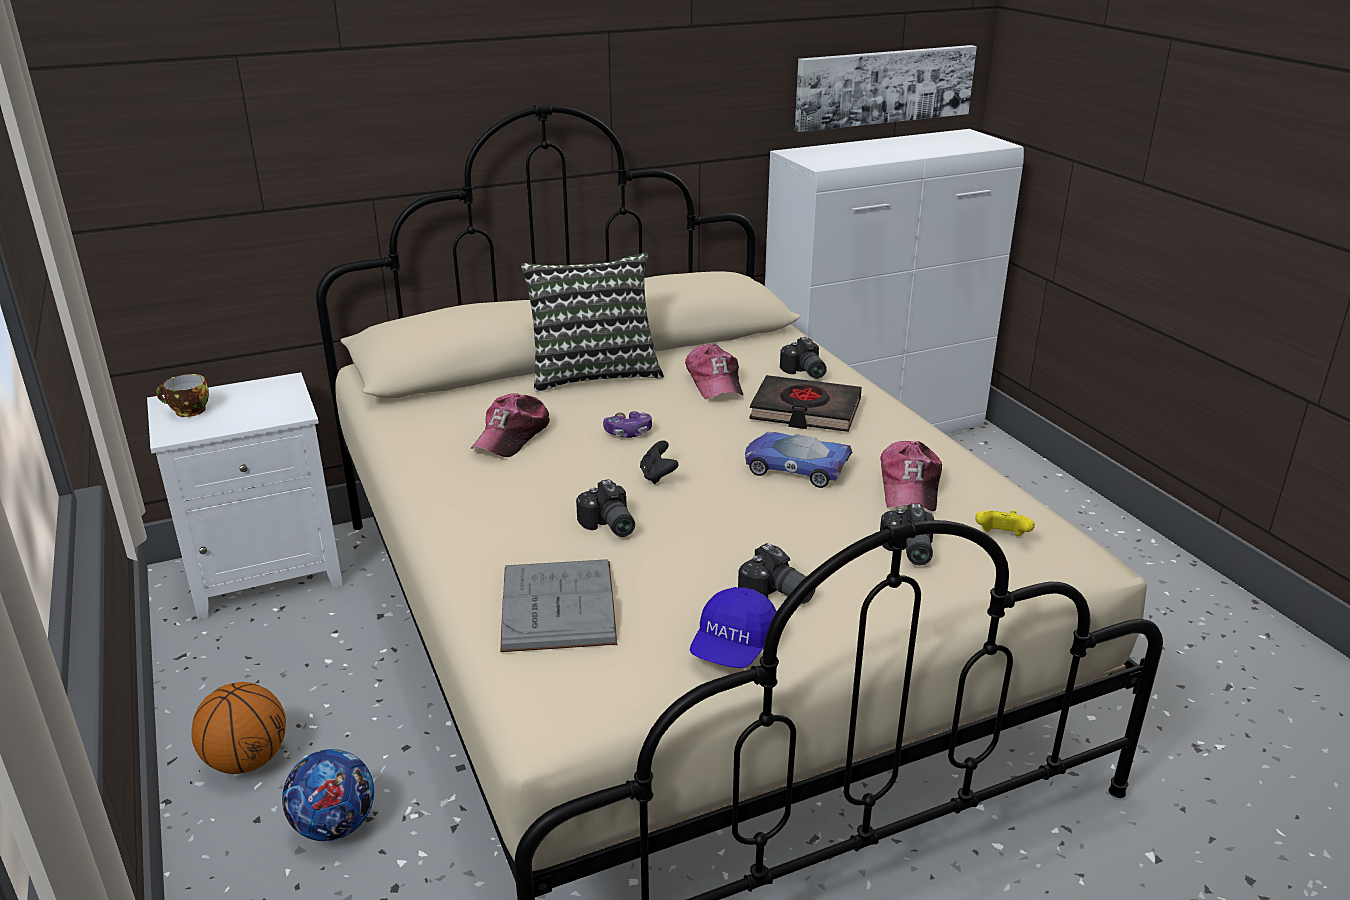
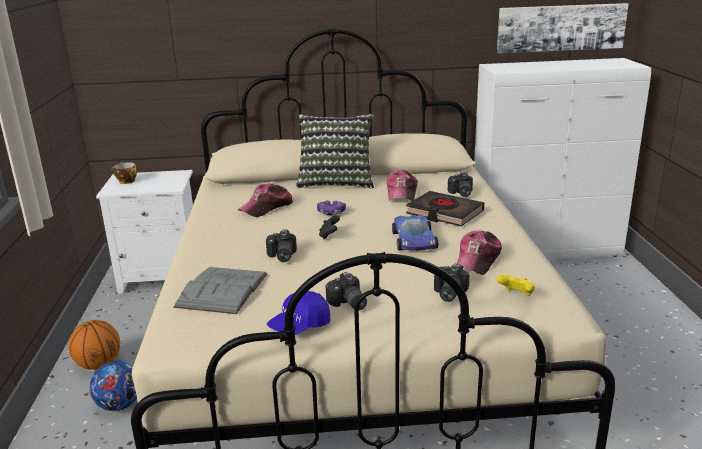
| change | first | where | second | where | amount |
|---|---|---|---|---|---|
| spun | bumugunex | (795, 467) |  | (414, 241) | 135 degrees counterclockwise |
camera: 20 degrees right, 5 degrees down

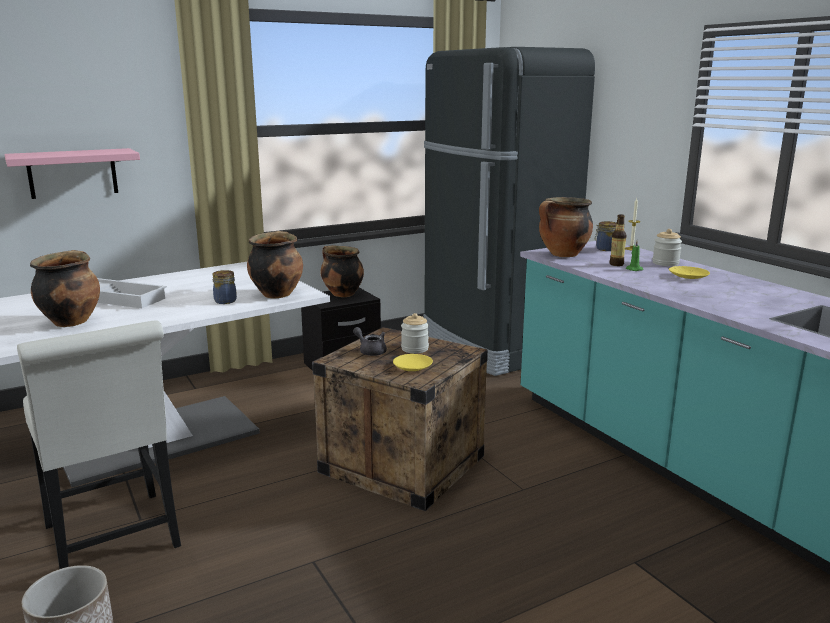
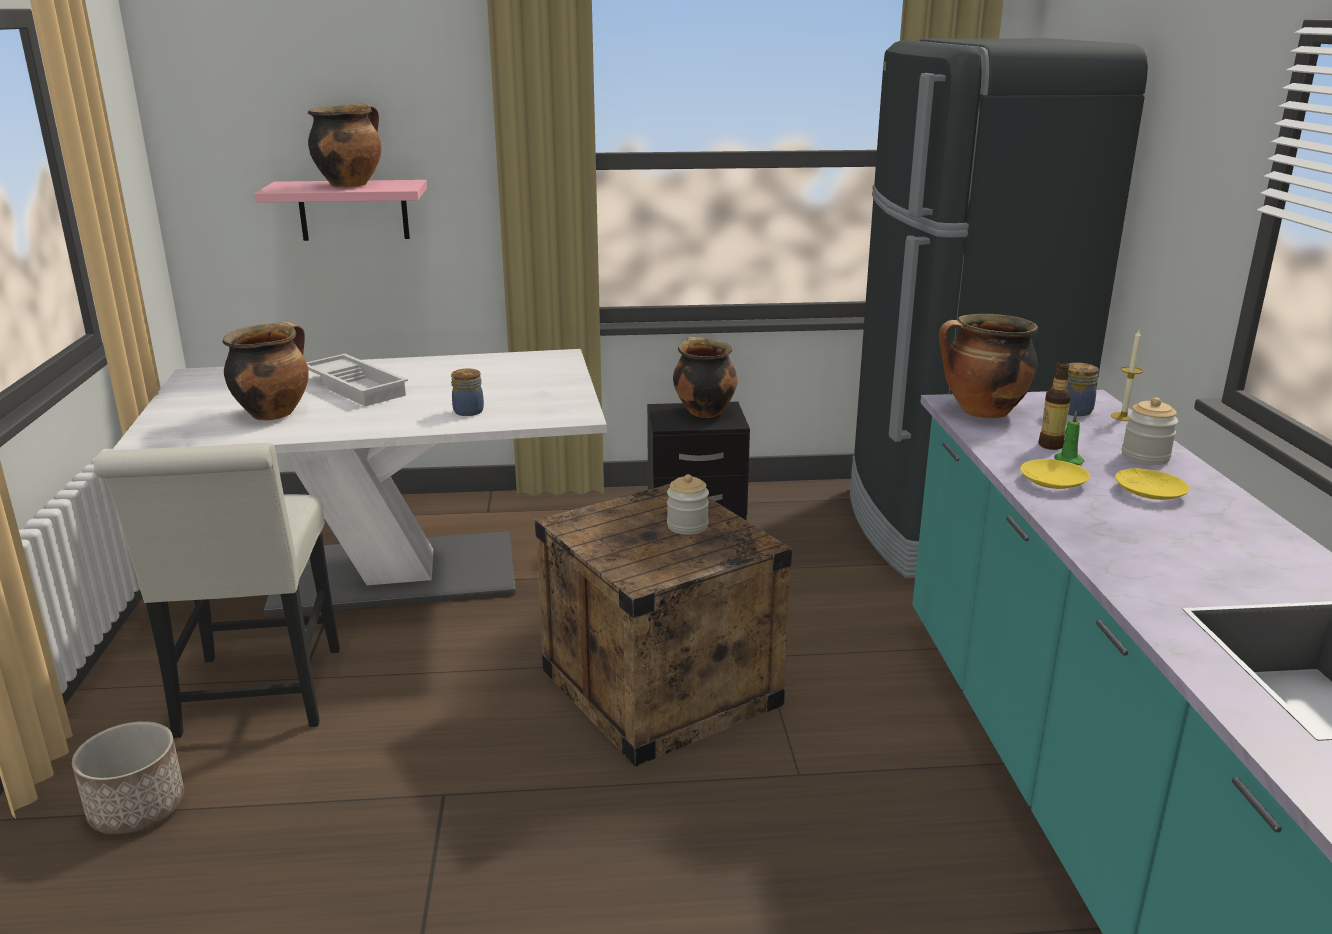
| change | first | where | second | where | amount |
|---|---|---|---|---|---|
| relocated | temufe | (277, 294) |  | (350, 185) |  |
| relocated | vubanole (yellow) | (412, 367) |  | (1052, 482) |  |
| missing | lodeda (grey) | (370, 351) |  |  |  |
camera: 25 degrees right, 5 degrees up

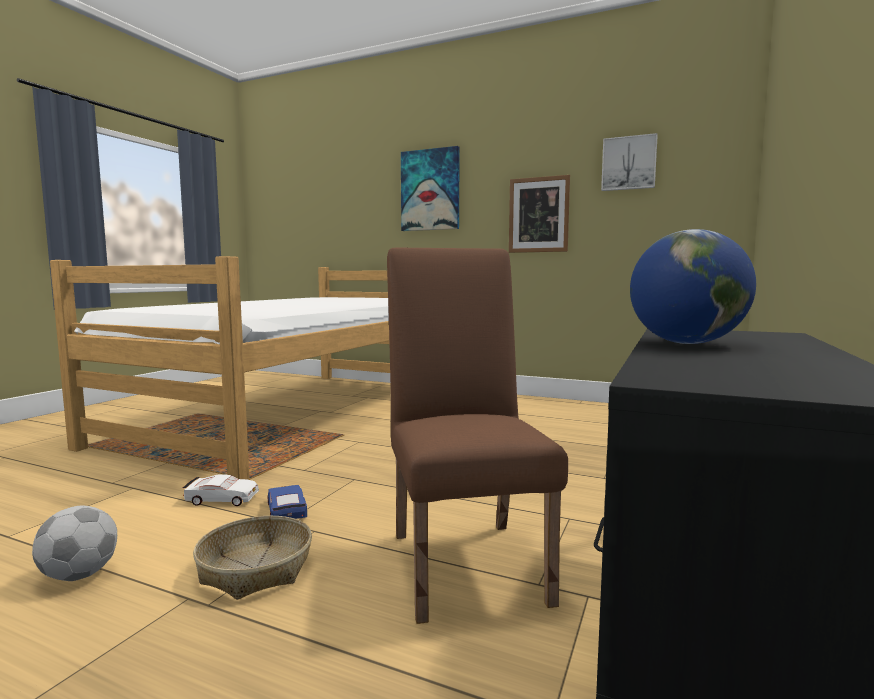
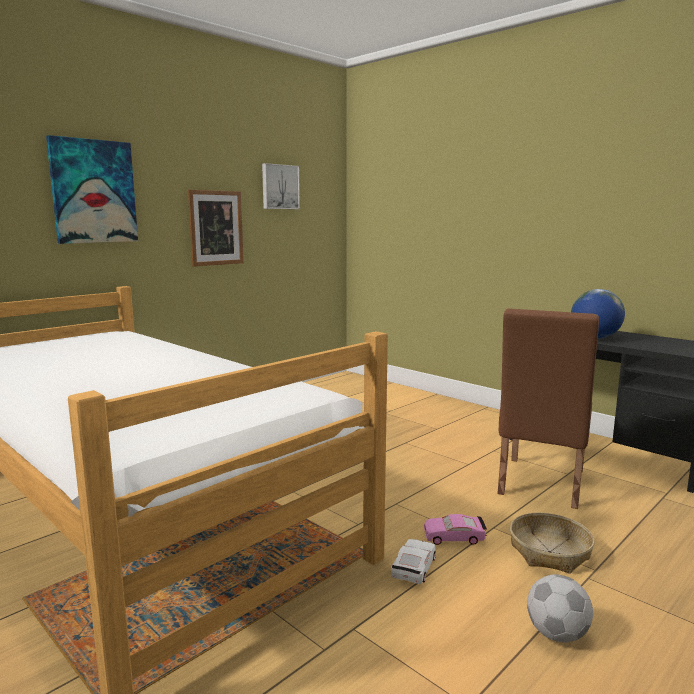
| change | first | where | second | where | amount |
|---|---|---|---|---|---|
| colour | bumugunex (blue) | (286, 511) | bumugunex (pink) | (454, 536) |  |
| spun | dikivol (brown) | (465, 558) |  | (539, 485) | 75 degrees counterclockwise |
camera: 70 degrees left, 5 degrees up

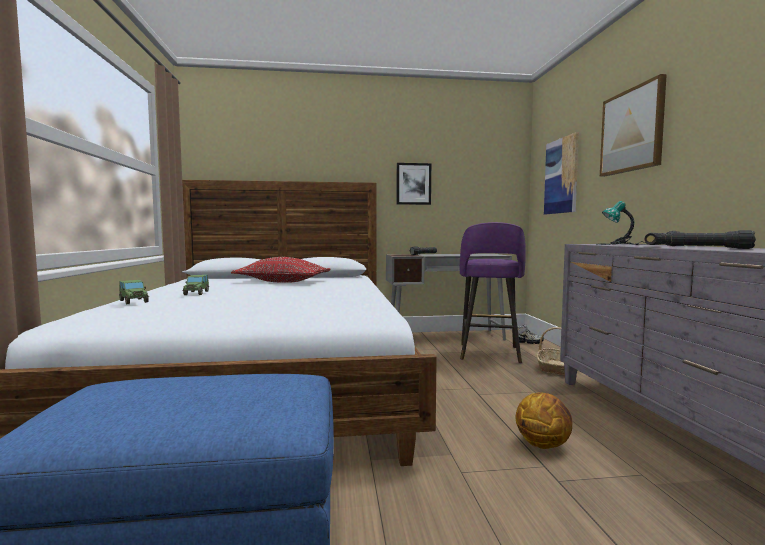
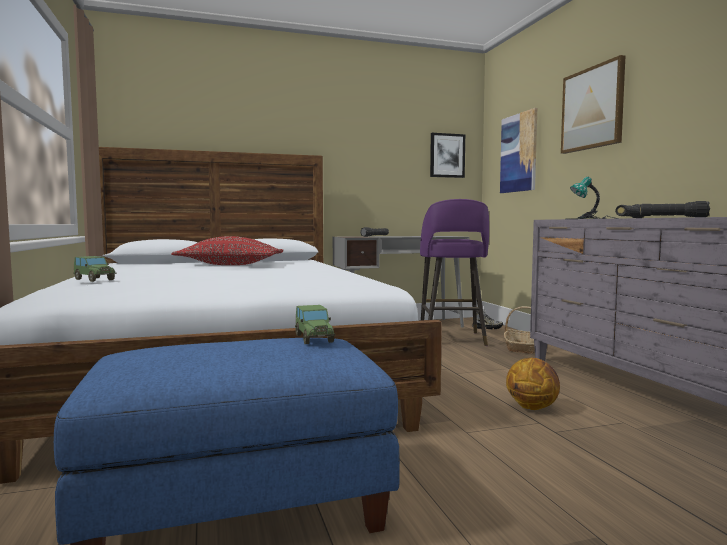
| change | first | where | second | where | amount |
|---|---|---|---|---|---|
| relocated | bumugunex | (196, 293) |  | (313, 338) |  |
| relocated | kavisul | (413, 184) |  | (447, 155) |  |
camera: 10 degrees left, 0 degrees up

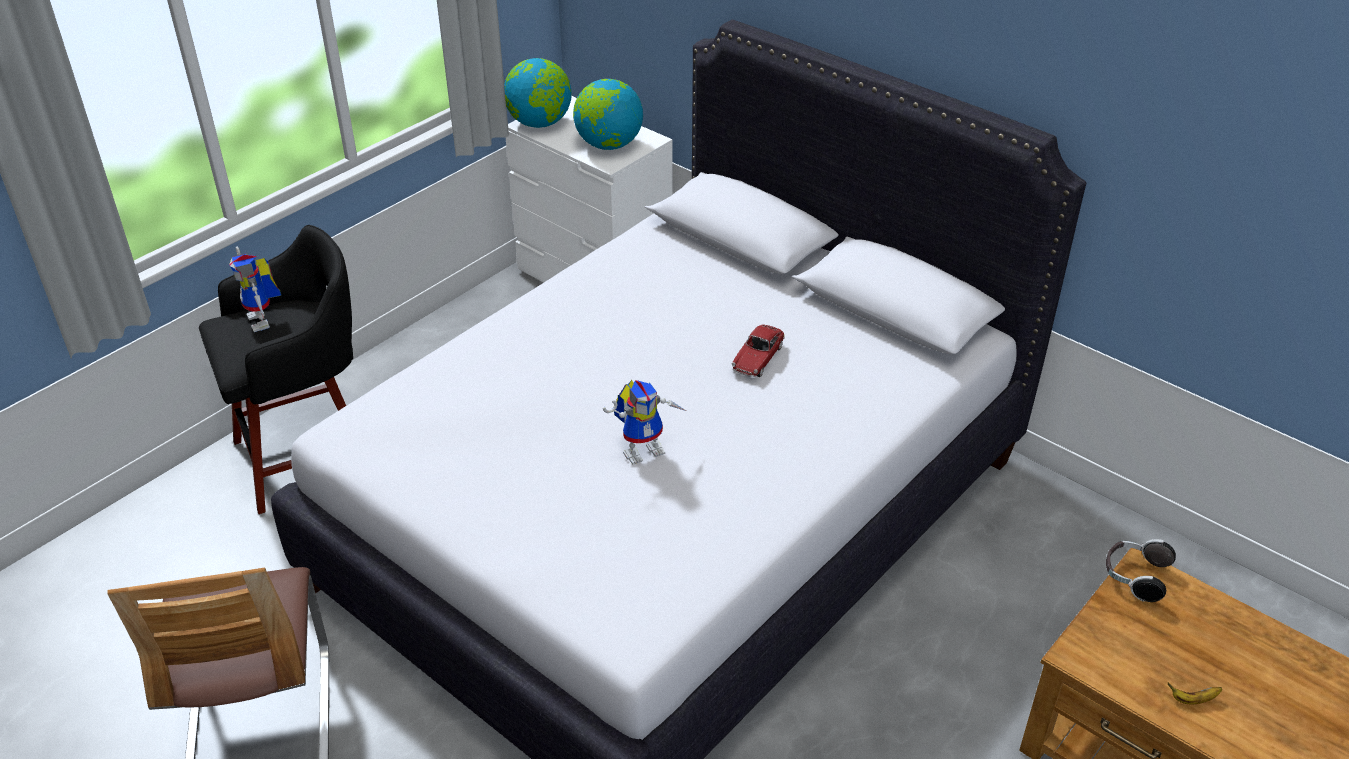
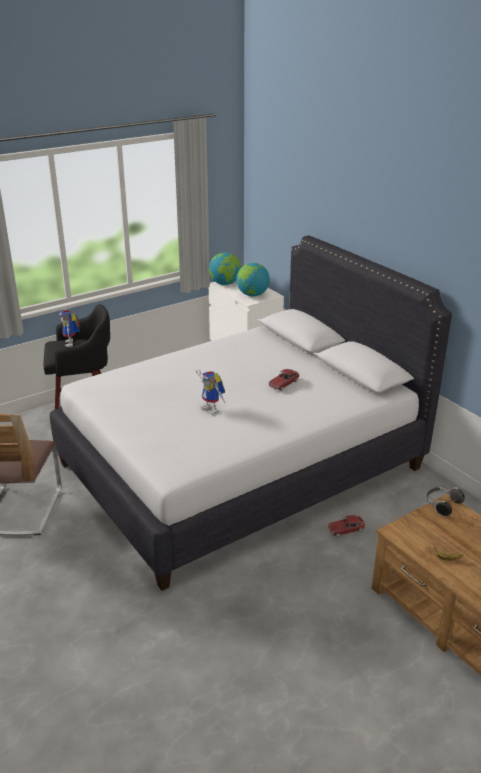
| change | first | where | second | where | amount |
|---|---|---|---|---|---|
| spun | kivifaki | (644, 448) |  | (213, 409) | 60 degrees clockwise |
| appeared |  |  | bumugunex | (346, 530) |  |
camera: 15 degrees right, 10 degrees down

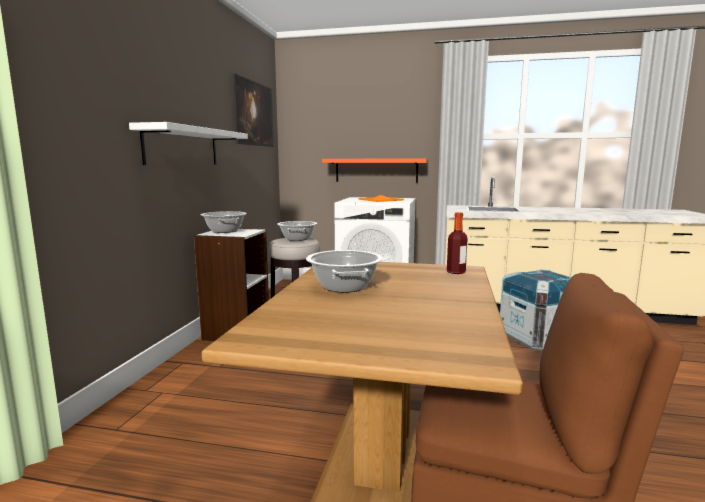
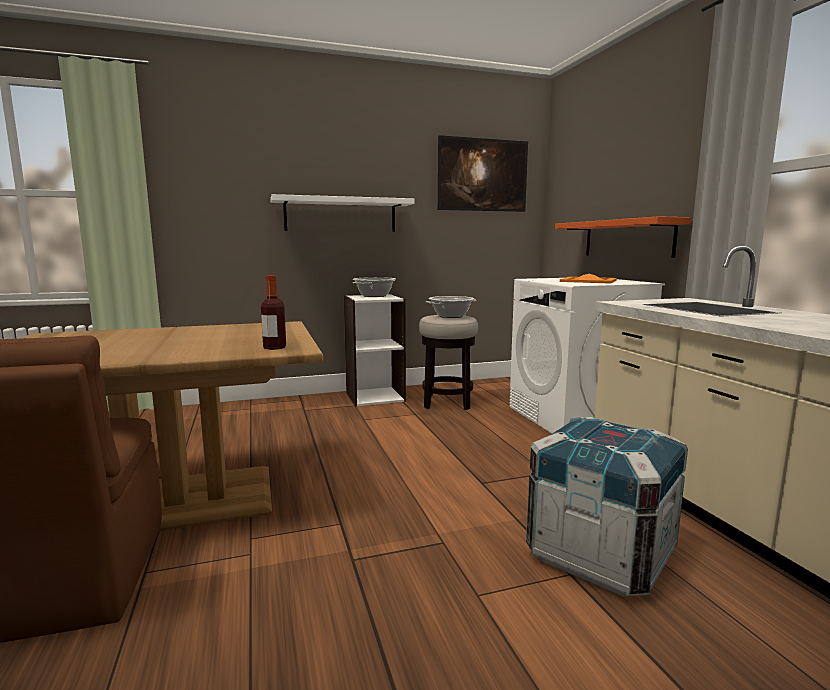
| change | first | where | second | where | amount |
|---|---|---|---|---|---|
| missing | temufe | (344, 287) |  |  |  |
camera: 60 degrees right, 0 degrees up

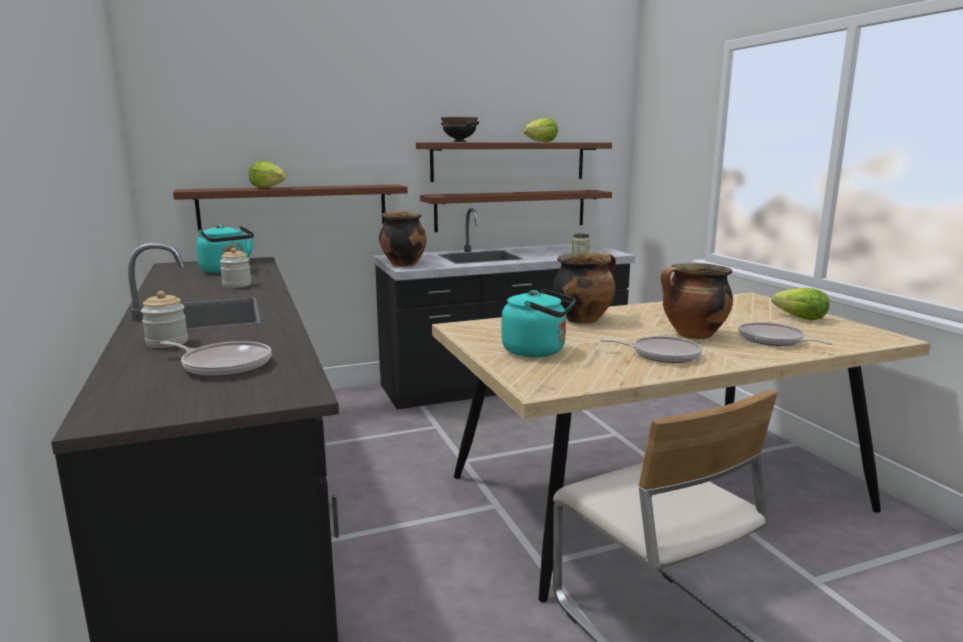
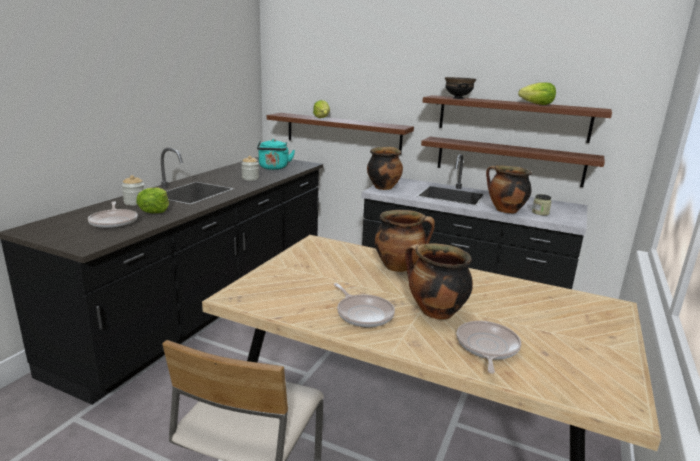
| change | first | where | second | where | amount |
|---|---|---|---|---|---|
| relocated | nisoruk | (800, 318) |  | (155, 210) |  |
| appeared |  |  | temufe | (505, 210) |  |
| missing | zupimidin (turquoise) | (538, 351) |  |  |  |
camera: 45 degrees right, 5 degrees up

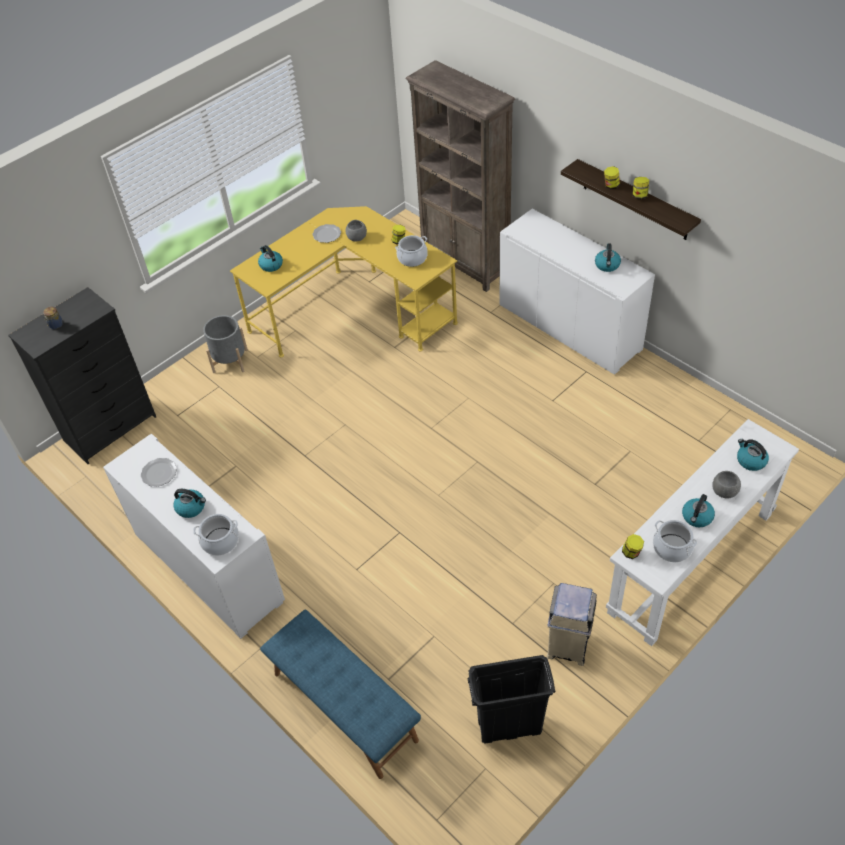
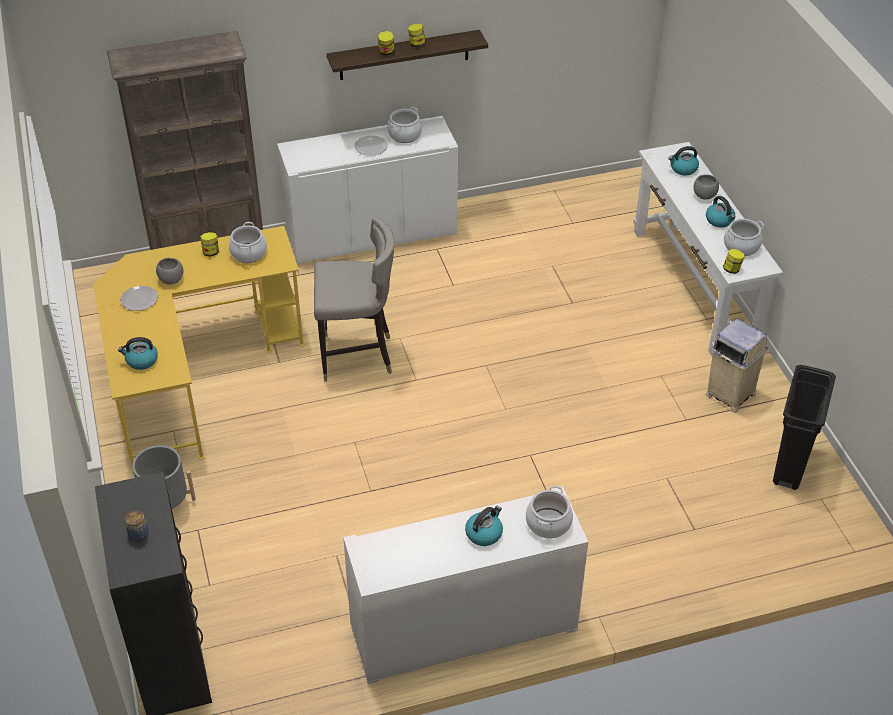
| change | first | where | second | where | amount |
|---|---|---|---|---|---|
| appeared |  |  | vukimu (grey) | (357, 356) |  |
| relocated | vubanole | (159, 473) |  | (370, 146) |  |
| exchanged | zupimidin | (607, 265) | temufe | (404, 135) |  |
| missing | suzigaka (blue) | (343, 707) |  |  |  |
camera: 65 degrees left, 5 degrees down

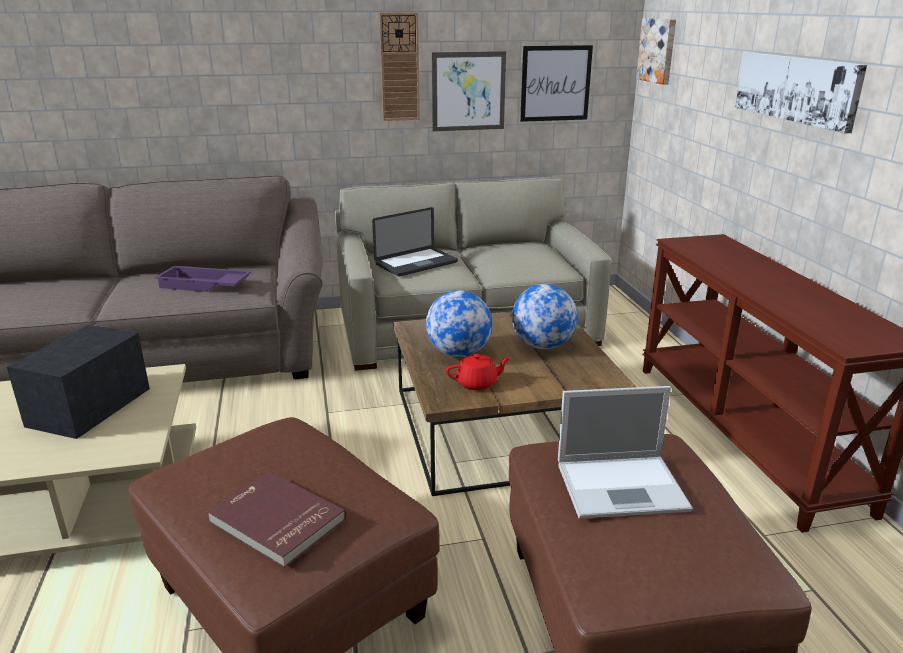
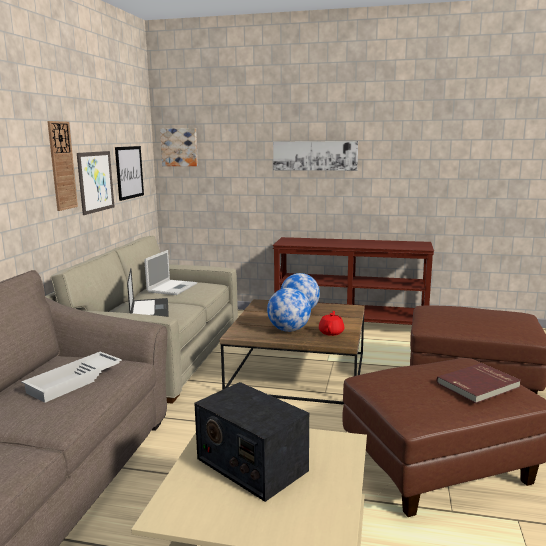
| change | first | where | second | where | amount |
|---|---|---|---|---|---|
| colour | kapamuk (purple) | (203, 285) | kapamuk (white) | (75, 382) |  |
| relocated | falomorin | (623, 486) |  | (172, 287) |  |
camera: 65 degrees left, 10 degrees down

